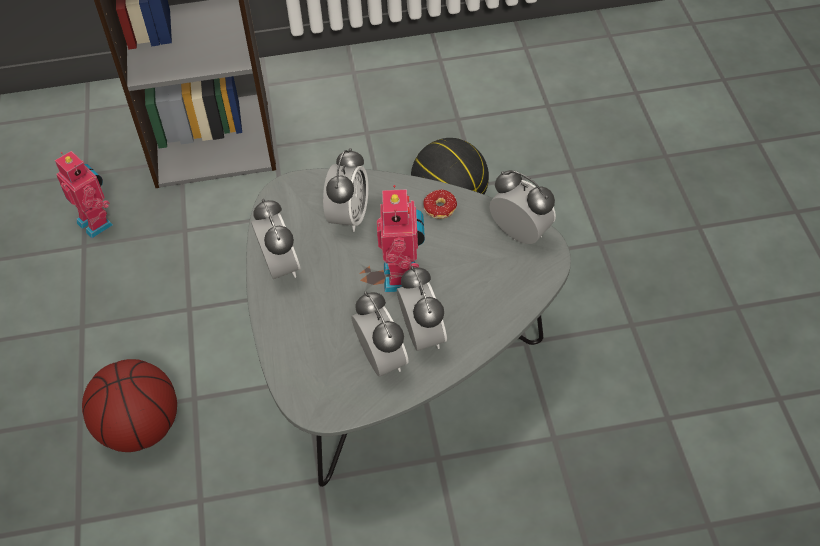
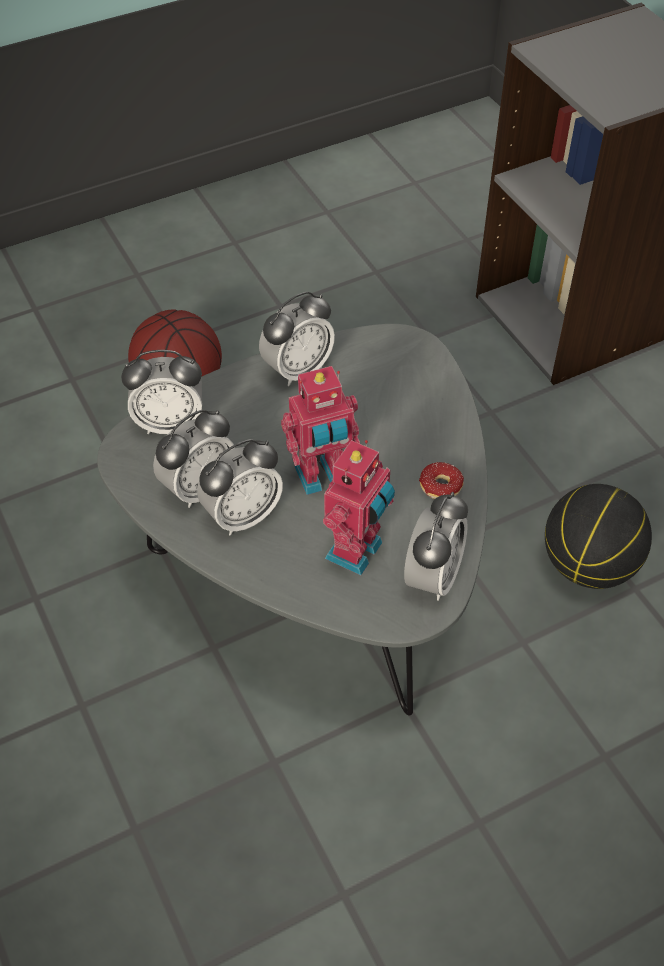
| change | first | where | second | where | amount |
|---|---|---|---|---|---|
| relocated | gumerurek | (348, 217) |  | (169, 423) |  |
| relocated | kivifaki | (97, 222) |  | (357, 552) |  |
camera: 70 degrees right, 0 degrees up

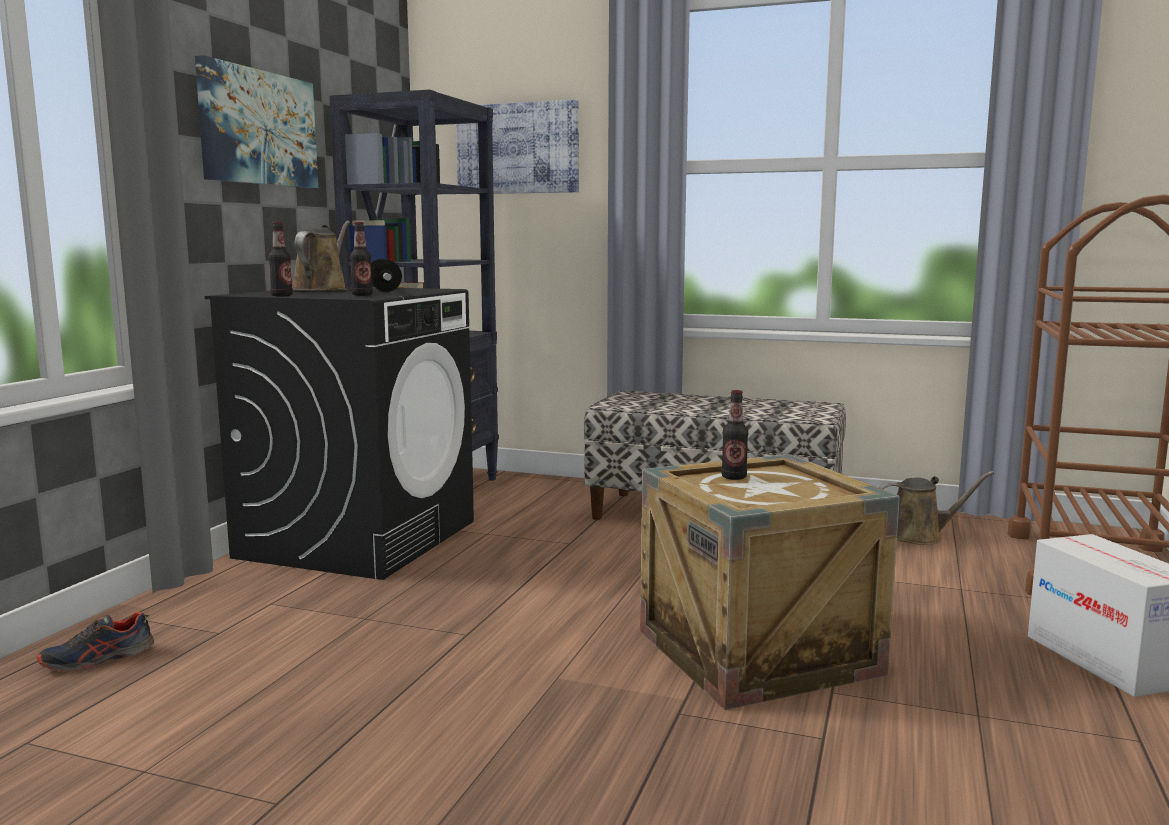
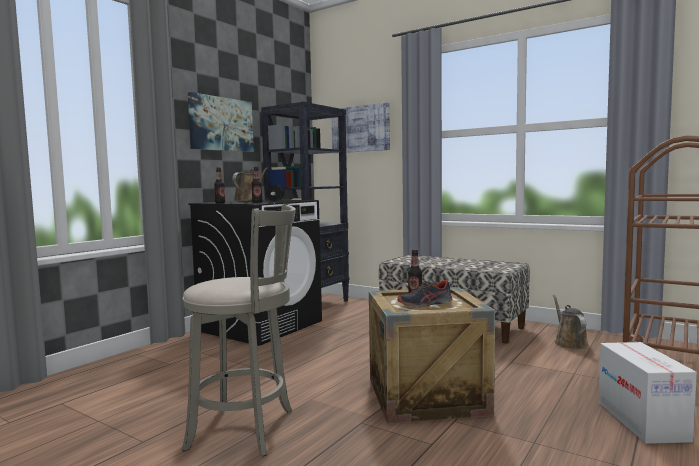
| change | first | where | second | where | amount |
|---|---|---|---|---|---|
| appeared |  |  | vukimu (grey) | (247, 429) |  |
| relocated | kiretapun | (98, 659) |  | (425, 304) |  |
| spun | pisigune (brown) | (919, 536) |  | (569, 343) | 105 degrees counterclockwise |
camera: 15 degrees right, 5 degrees down

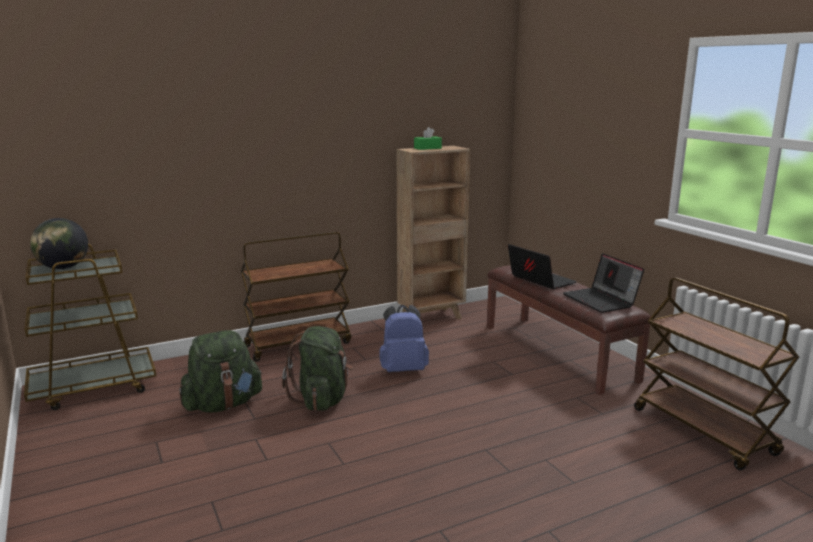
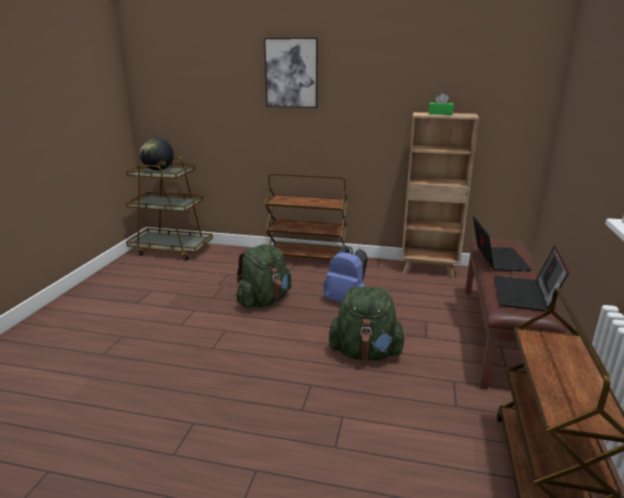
| change | first | where | second | where | amount |
|---|---|---|---|---|---|
| appeared |  |  | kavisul | (291, 73) |  |
| relocated | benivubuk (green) | (223, 405) |  | (365, 353) |  |
camera: 40 degrees right, 5 degrees up

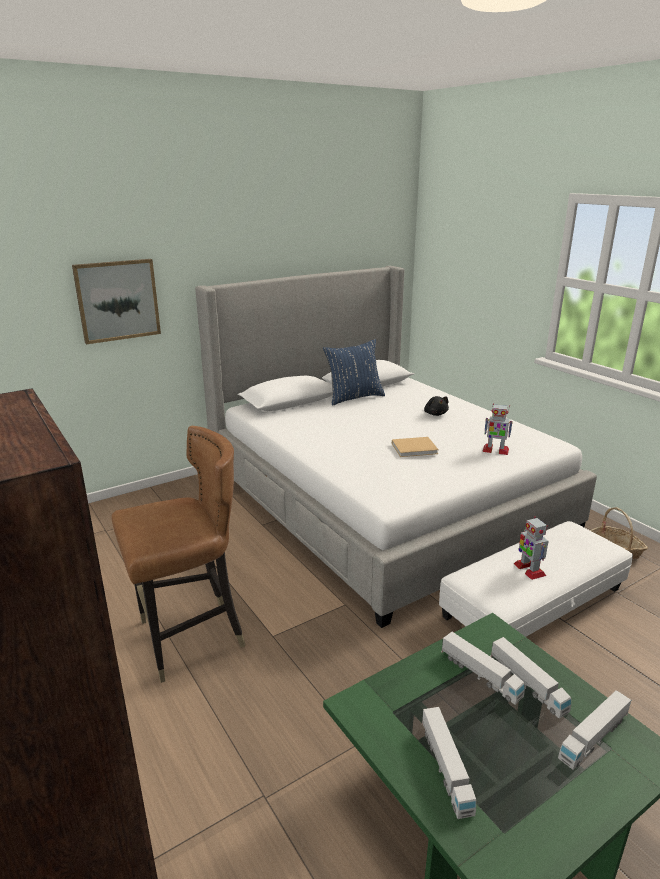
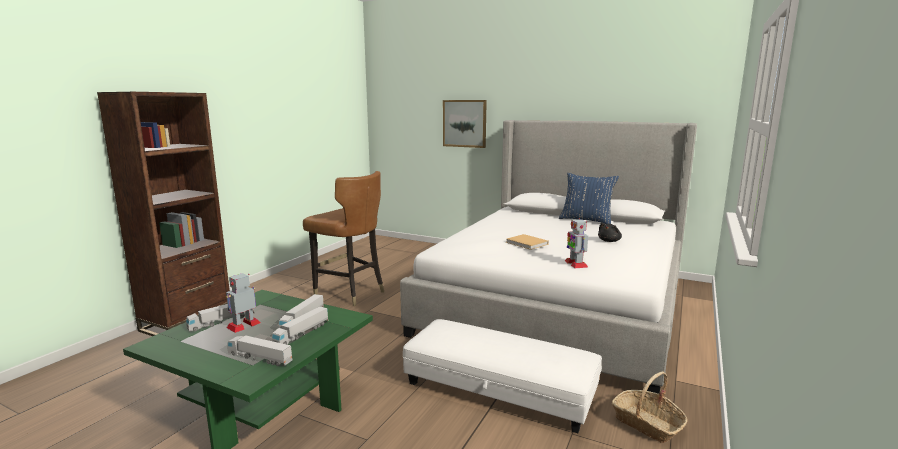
| change | first | where | second | where | amount |
|---|---|---|---|---|---|
| relocated | kivifaki | (529, 569) |  | (244, 325) |  |
camera: 60 degrees right, 10 degrees down

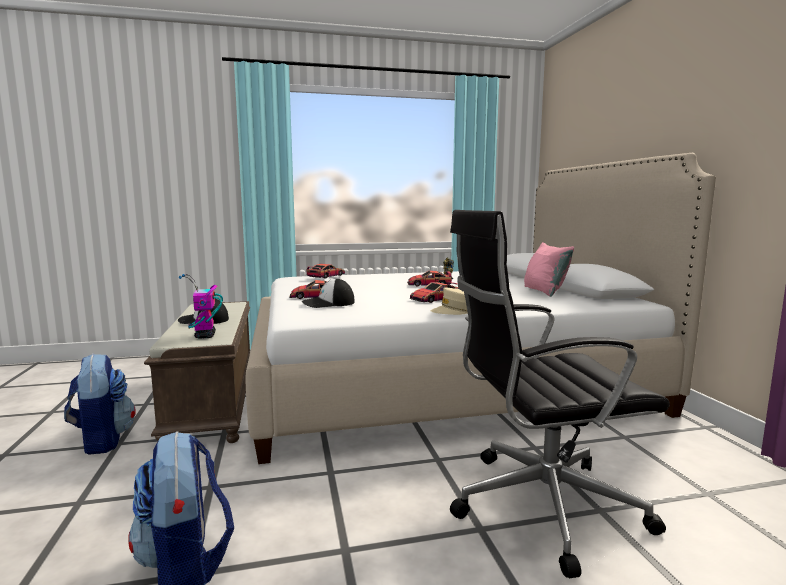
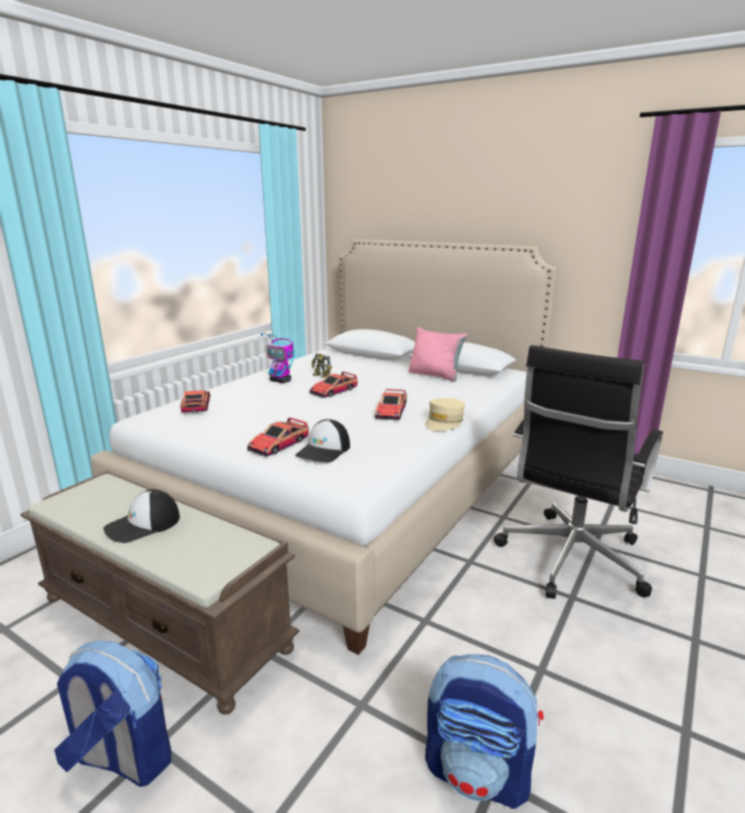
| change | first | where | second | where | amount |
|---|---|---|---|---|---|
| relocated | kivifaki | (205, 336) |  | (281, 381) |  |
camera: 45 degrees left, 10 degrees up

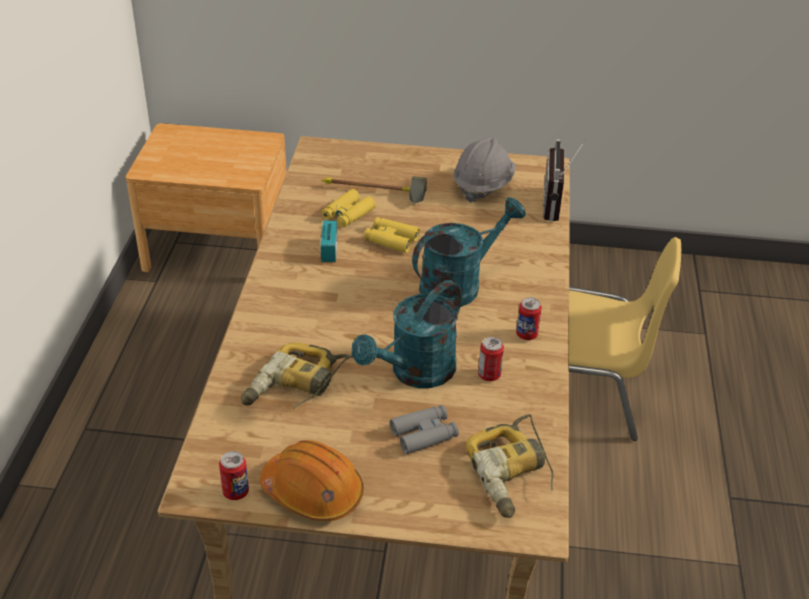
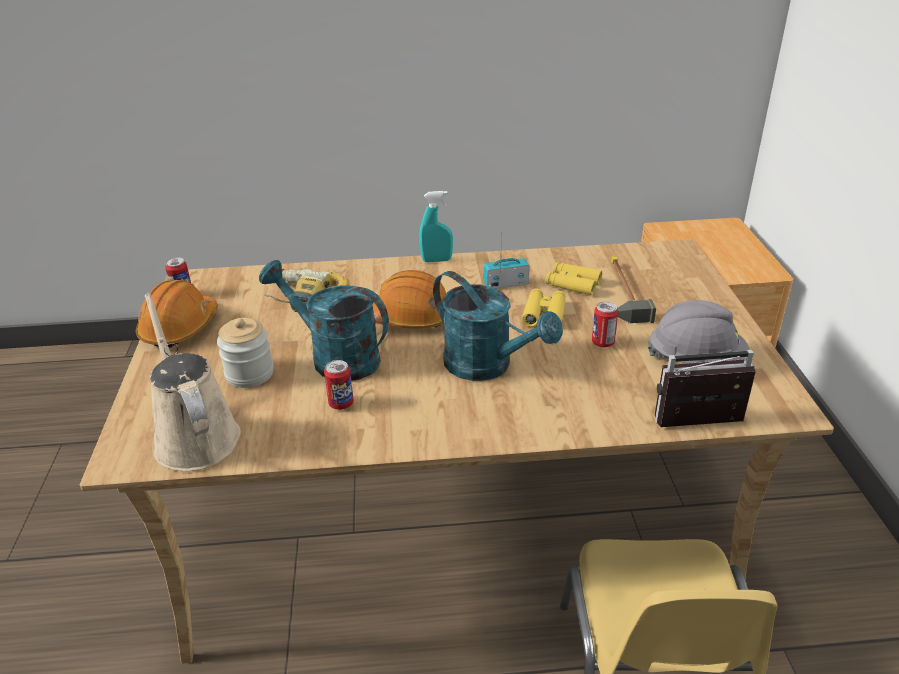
| change | first | where | second | where | amount |
|---|---|---|---|---|---|
| exchanged | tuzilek | (513, 474) | pisigune (beige) | (194, 435) |  |
| exchanged | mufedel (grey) | (424, 434) | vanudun | (249, 374) |  |
| appeared |  |  | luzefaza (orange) | (411, 318) |  |
| appeared |  |  | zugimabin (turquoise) | (436, 260) |  |
| relocated | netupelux | (526, 334) |  | (602, 343) |  |
camera: 80 degrees right, 5 degrees down

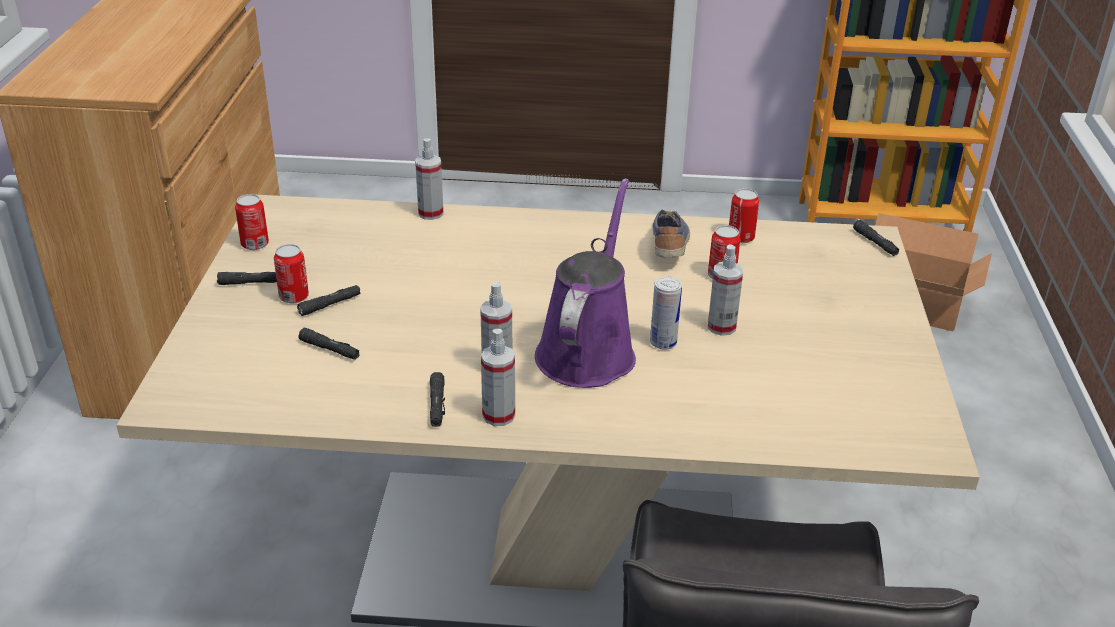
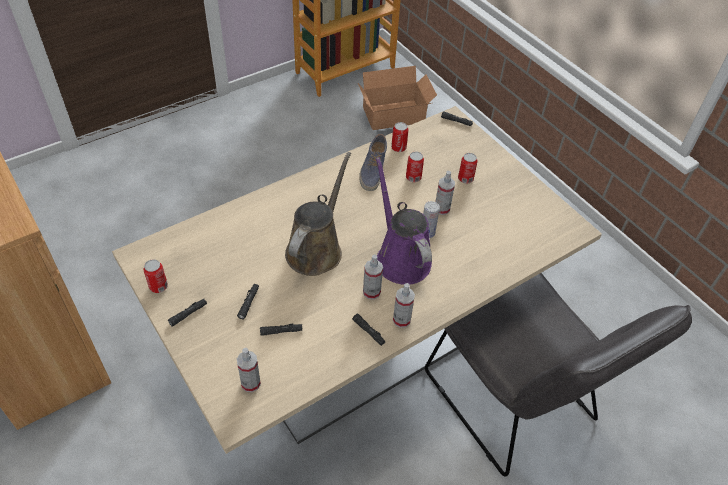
| change | first | where | second | where | amount |
|---|---|---|---|---|---|
| relocated | zugimabin | (430, 213) |  | (250, 383) |  |
| appeared |  |  | pisigune (brown) | (316, 249) |  |
| spun | kiretapun | (670, 246) |  | (372, 170) | 135 degrees counterclockwise |
| relocated | netupelux | (294, 297) |  | (465, 179) |  |
camera: 40 degrees left, 15 degrees up

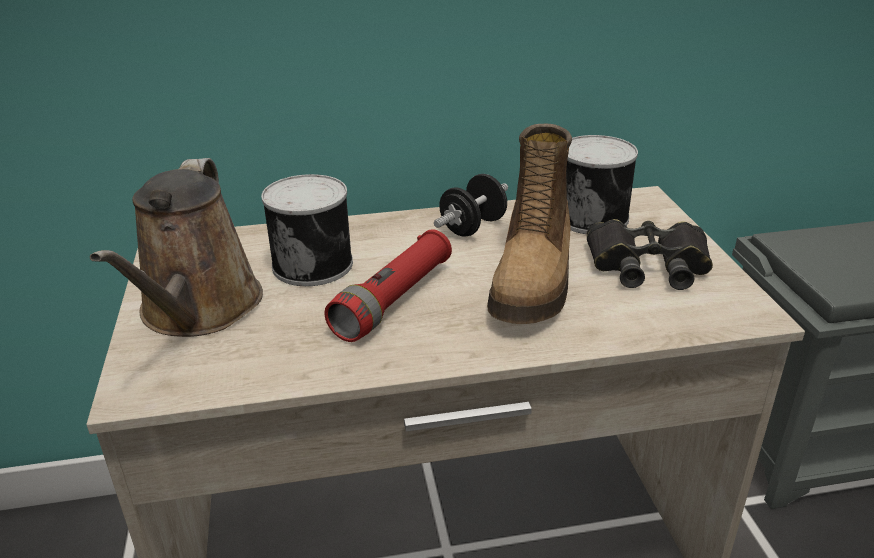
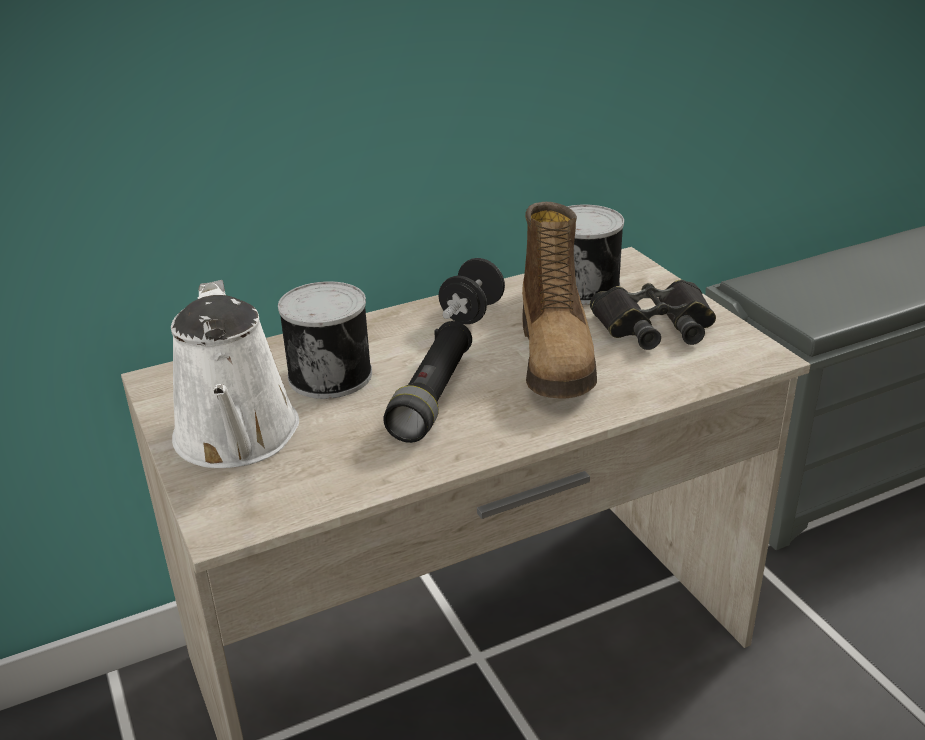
| change | first | where | second | where | amount |
|---|---|---|---|---|---|
| colour | pisigune (brown) | (198, 310) | pisigune (white) | (238, 439) |  |
| colour | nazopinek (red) | (394, 300) | nazopinek (black) | (432, 397) |  |
camera: 15 degrees left, 0 degrees up

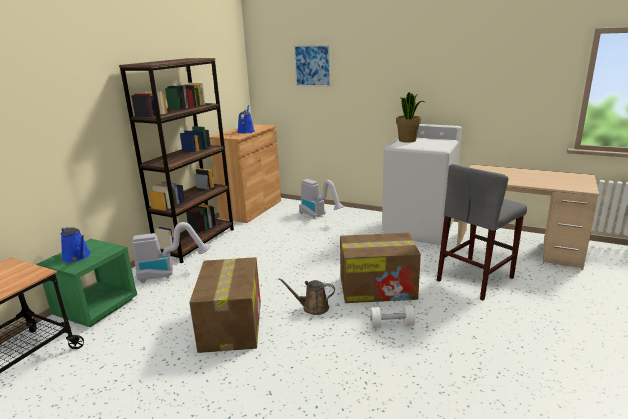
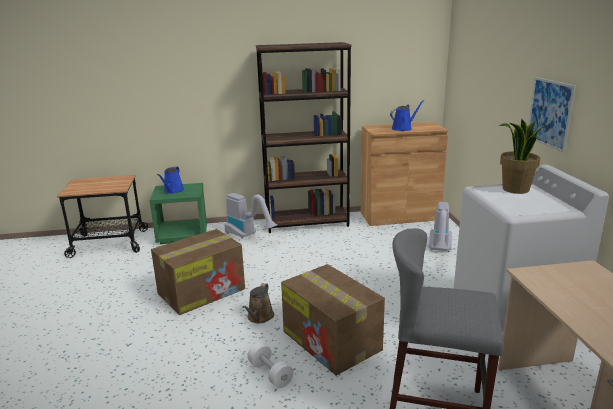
| change | first | where | second | where | amount |
|---|---|---|---|---|---|
| spun | pisigune (brown) | (313, 308) |  | (259, 317) | 135 degrees counterclockwise |
| relocated | kavisul | (312, 65) |  | (550, 113) |  |
camera: 55 degrees right, 0 degrees up

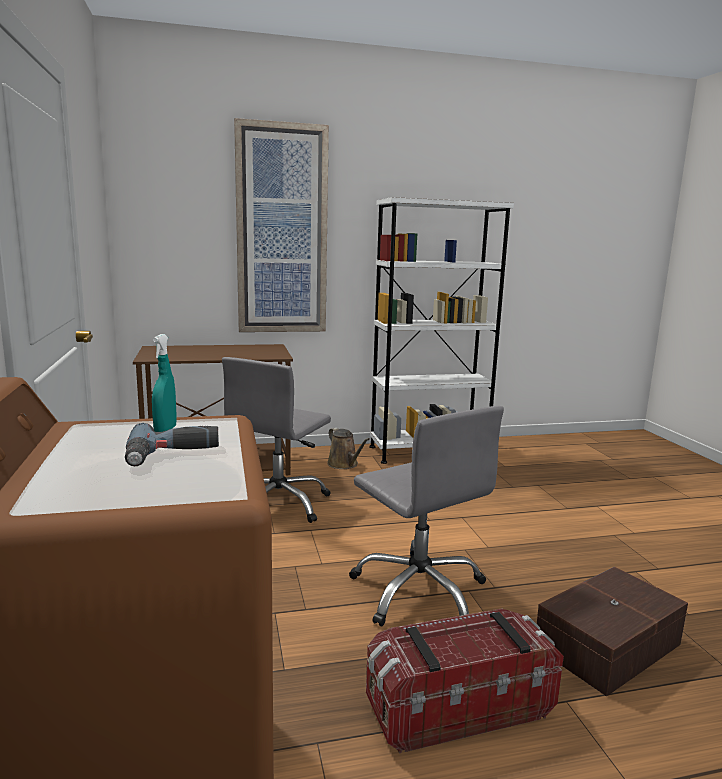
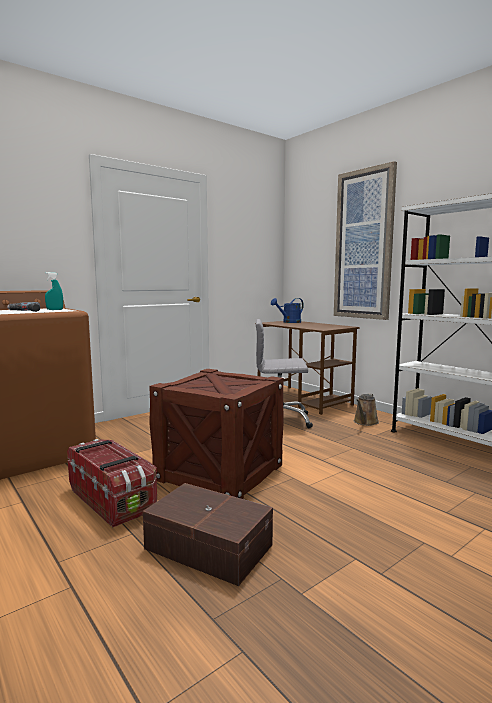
| change | first | where | second | where | amount |
|---|---|---|---|---|---|
| exchanged | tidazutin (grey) | (419, 591) | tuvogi | (220, 472) |  |
| appeared |  |  | pisigune (blue) | (289, 322) |  |
camera: 65 degrees right, 5 degrees down

